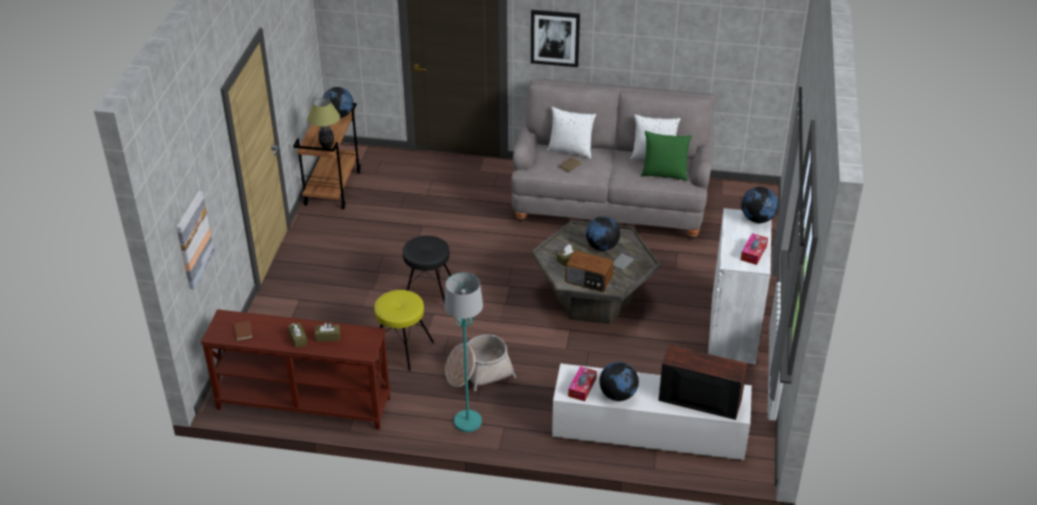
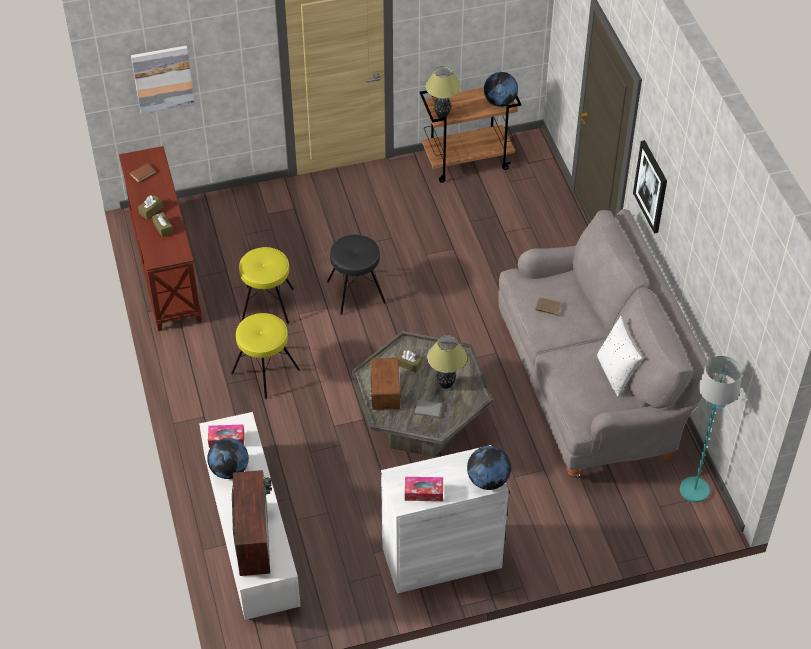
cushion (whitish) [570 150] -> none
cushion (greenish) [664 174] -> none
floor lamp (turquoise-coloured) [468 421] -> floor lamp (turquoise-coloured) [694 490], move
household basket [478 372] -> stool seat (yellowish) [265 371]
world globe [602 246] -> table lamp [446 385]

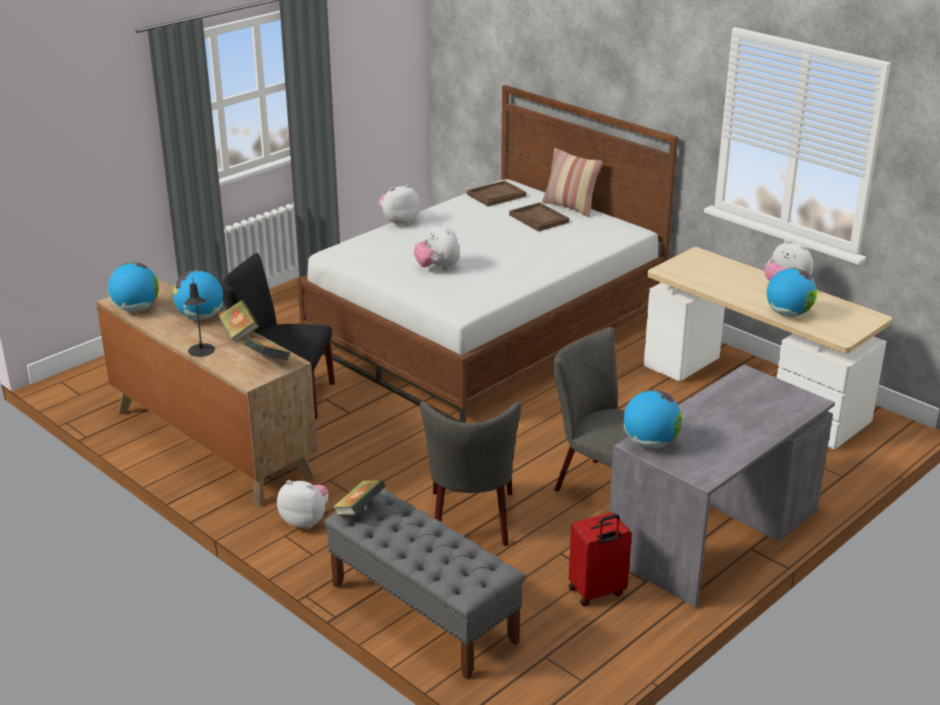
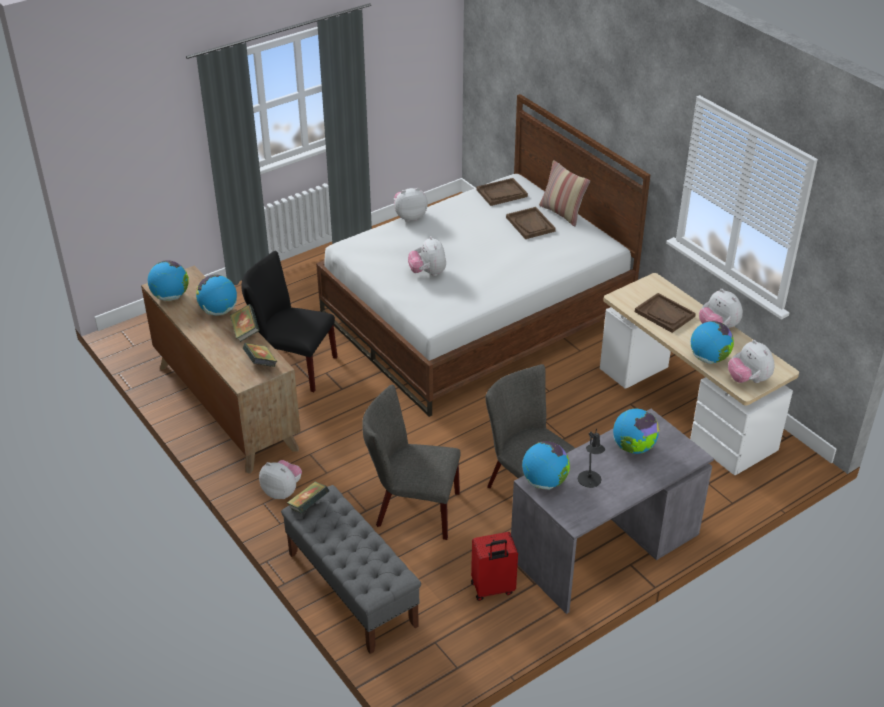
none -> world globe [633 448]
none -> tray (brown-coloured) [664 314]
none -> cuddly toy [748 380]
table lamp (black-coloured) [201 352] -> table lamp (black-coloured) [589 481], move
upright chair (grey) [471 522] -> upright chair (grey) [412 509], 90 degrees clockwise

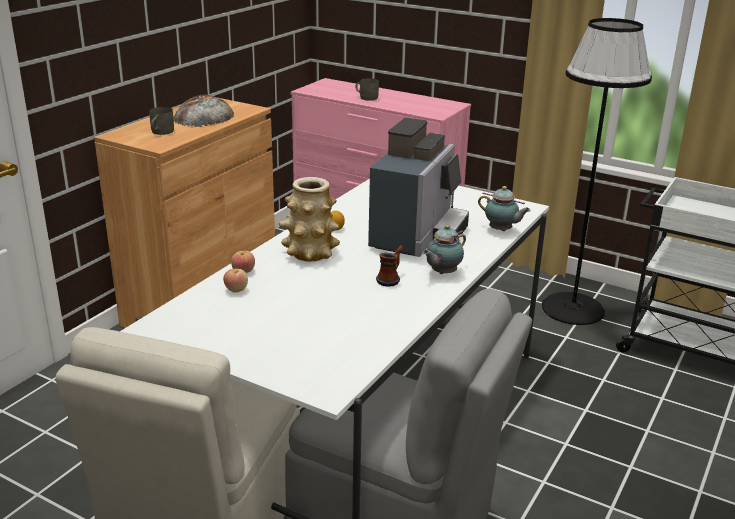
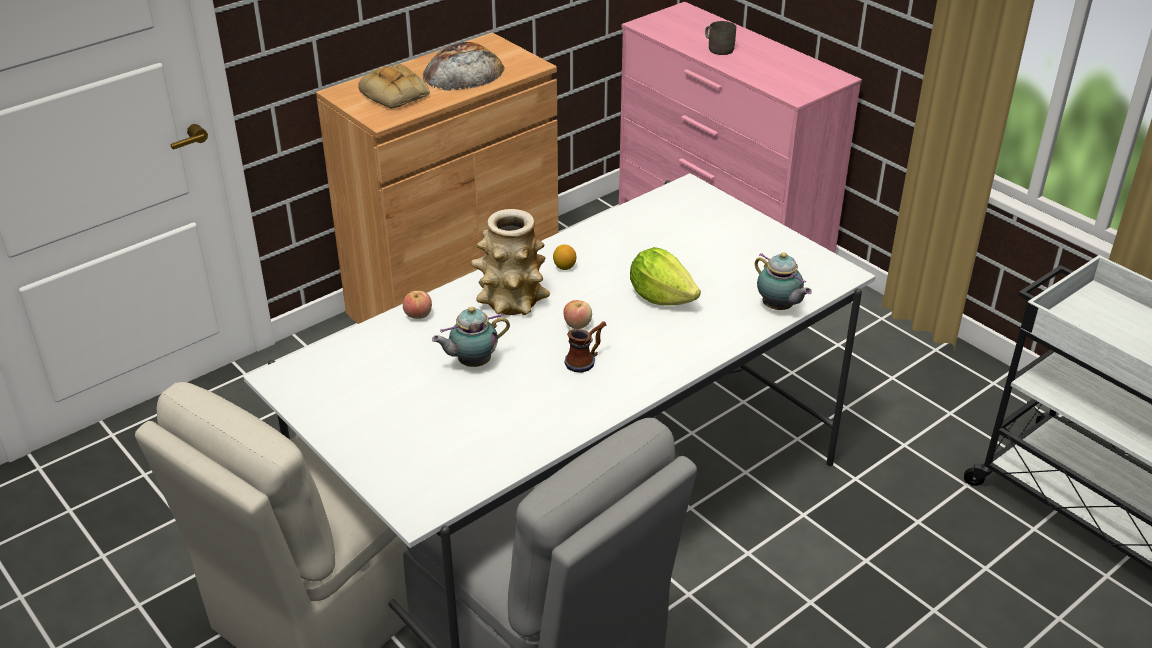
floor lamp (black-coloured) [573 308] -> none
apple fruit [236 289] -> apple fruit [577 324], move
tea pot [442 273] -> tea pot [472 363], move
coffee mug (grey) [160 132] -> baked bread [396 94]
coffee machine [417 235] -> lettuce [661 297]

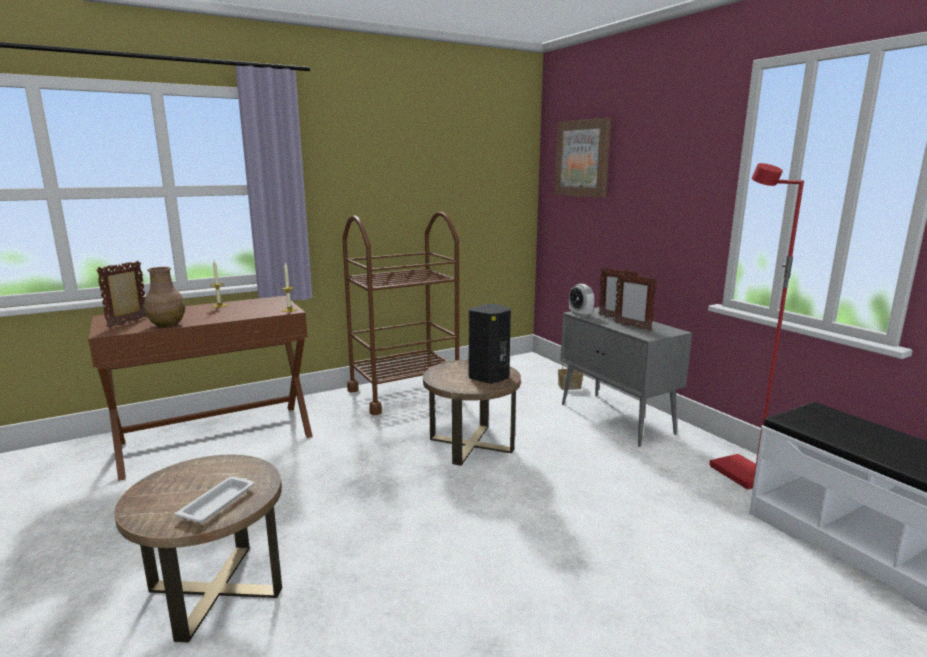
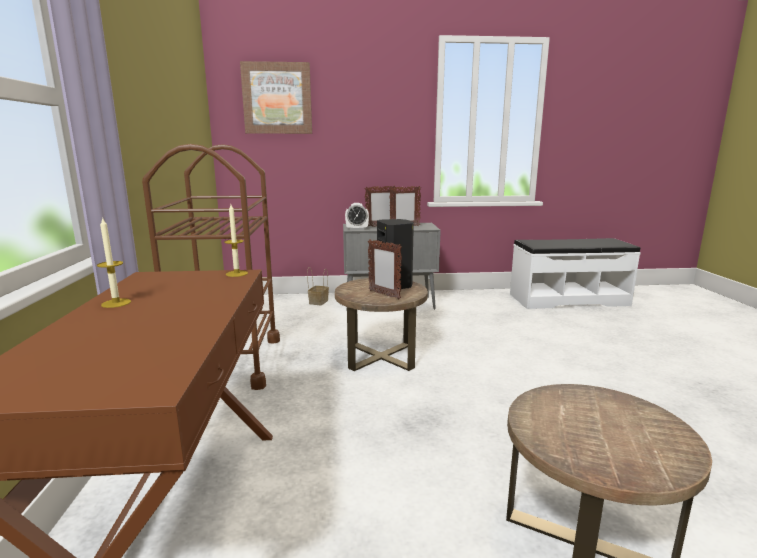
vase (brown-coloured) [167 324] -> none
tray (whitish) [218 503] -> none
floor lamp (red) [740 474] -> none
standing frame [129 322] -> standing frame [384 295], move

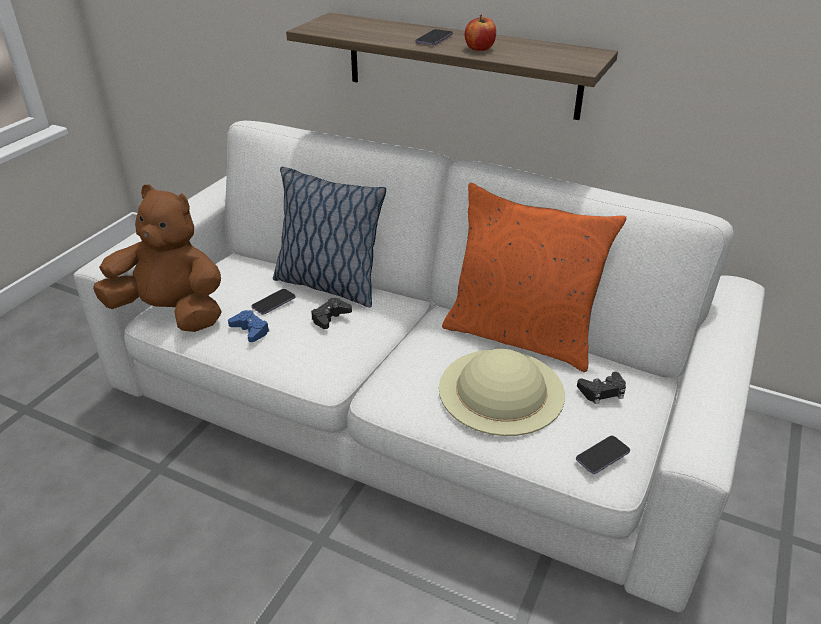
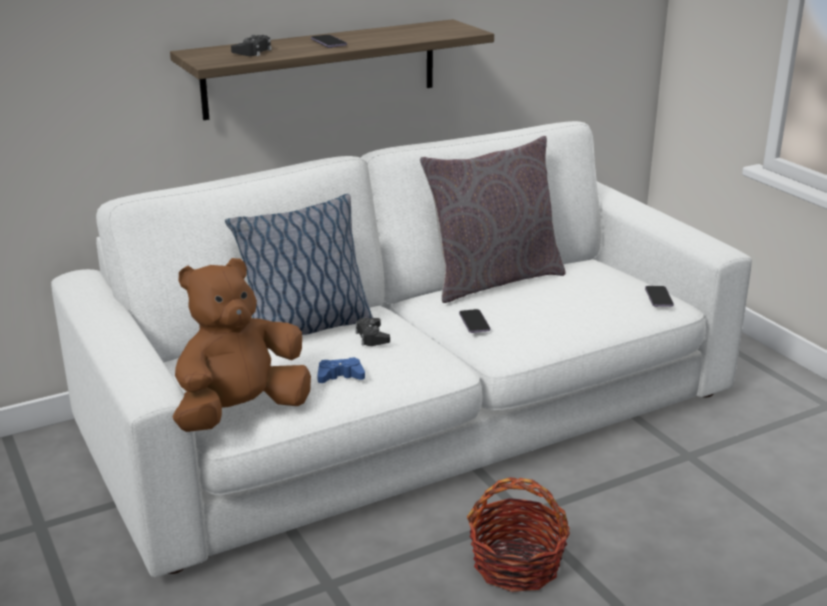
wearable hat (beige-coloured) [501 390] -> none
apple fruit [479 48] -> none
none -> household basket [516 565]
telephone [273 303] -> telephone [474 322], move
joypad (black-coloured) [602 391] -> joypad (black-coloured) [252 51], move
cushion (orangey) [520 335] -> cushion (grey) [492 280]

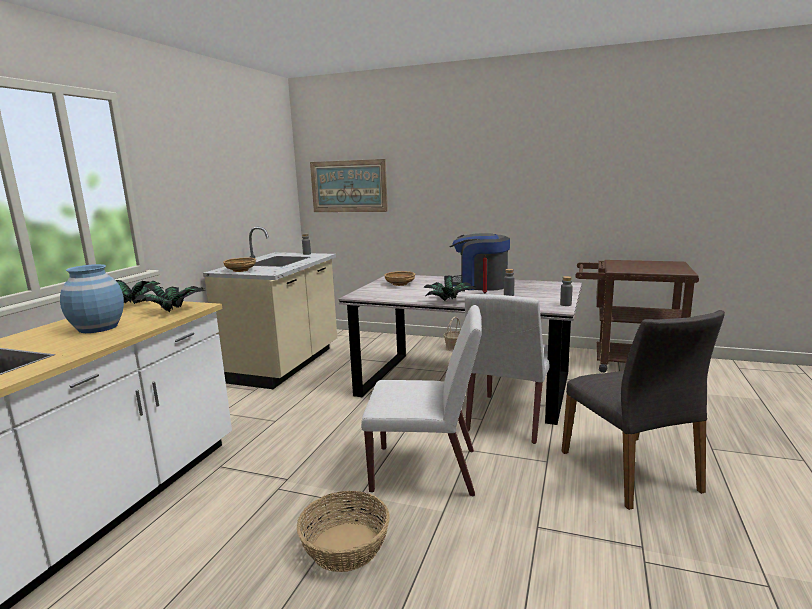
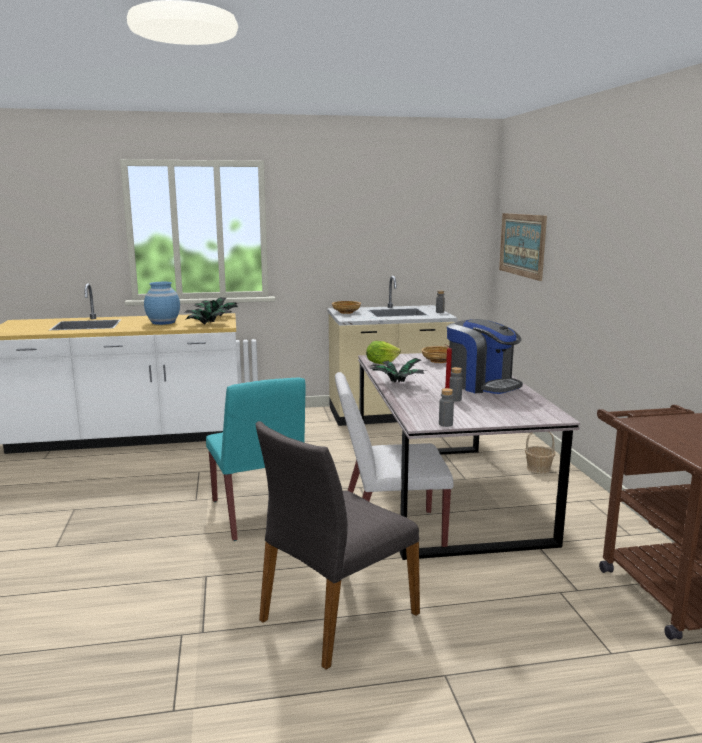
household basket [345 546] -> none
none -> lettuce [381 363]
upright chair (whitish) [426 470] -> upright chair (turquoise-coloured) [259 514]
coffee machine [479 285] -> coffee machine [481 384], 150 degrees clockwise

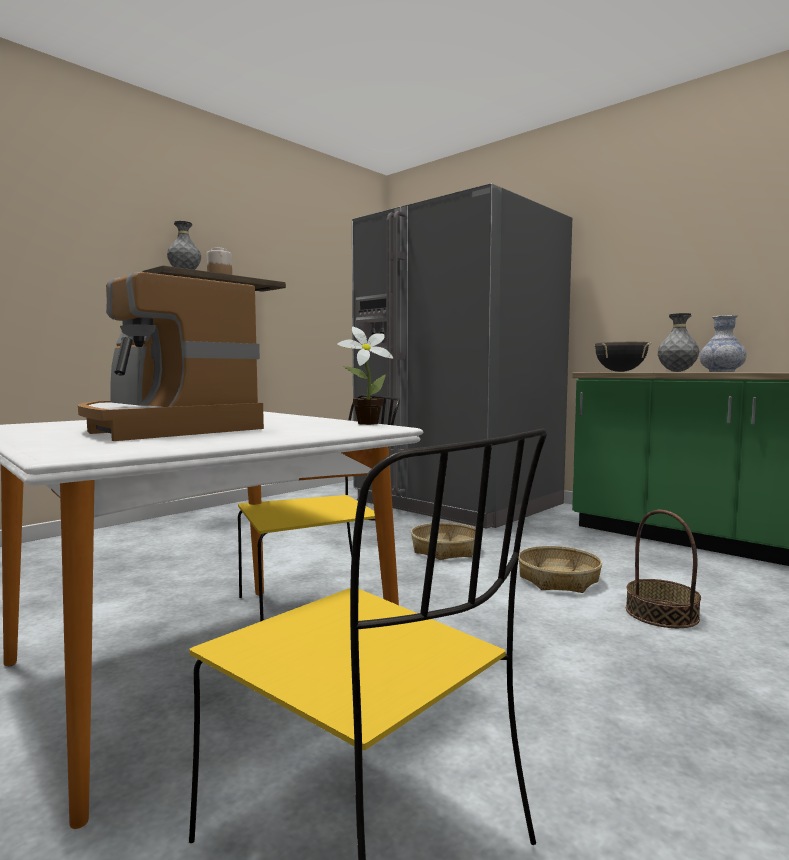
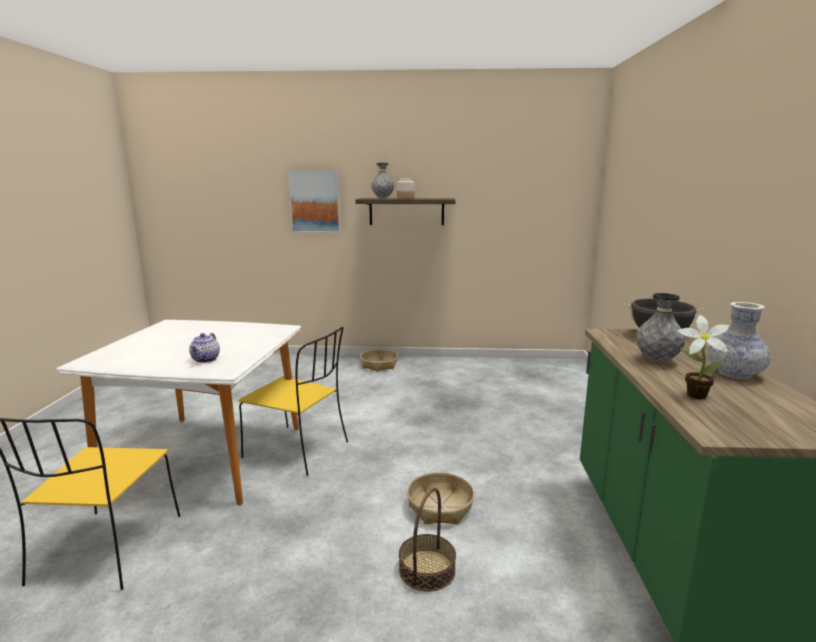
coffee machine [164 428] -> none
refrigerator (grey) [458 503] -> none
none -> tea pot [205 360]
none -> wall art [315 201]
plant in a pot [364 423] -> plant in a pot [693 395], move
household basket [445 550] -> household basket [379 365], move

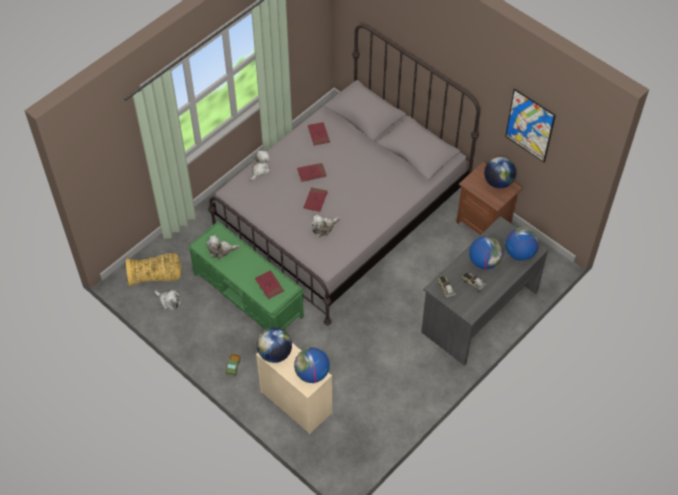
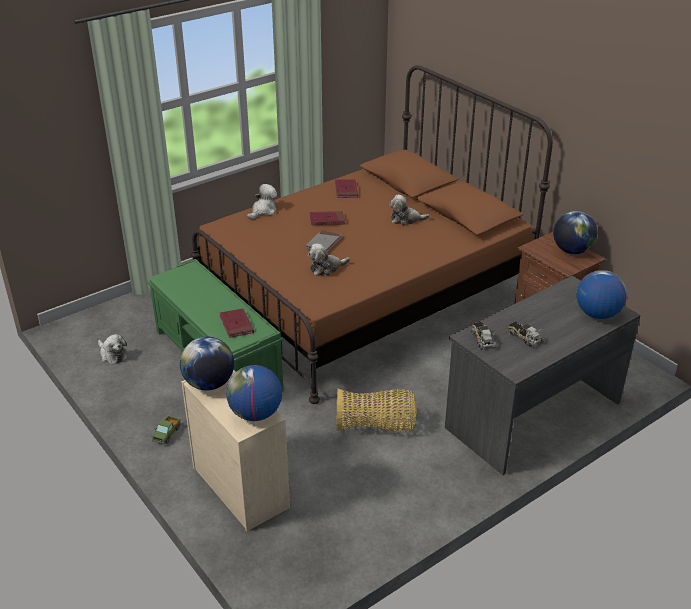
world globe [484 261] -> none
wall art [530 125] -> none
household basket [156 277] -> household basket [376 426], move
cuddly toy [221 250] -> cuddly toy [406 219], move
sleeping bed (grey) [342 214] -> sleeping bed (brown-coloured) [365 296]
volume (red) [315 200] -> volume (grey) [323 243]

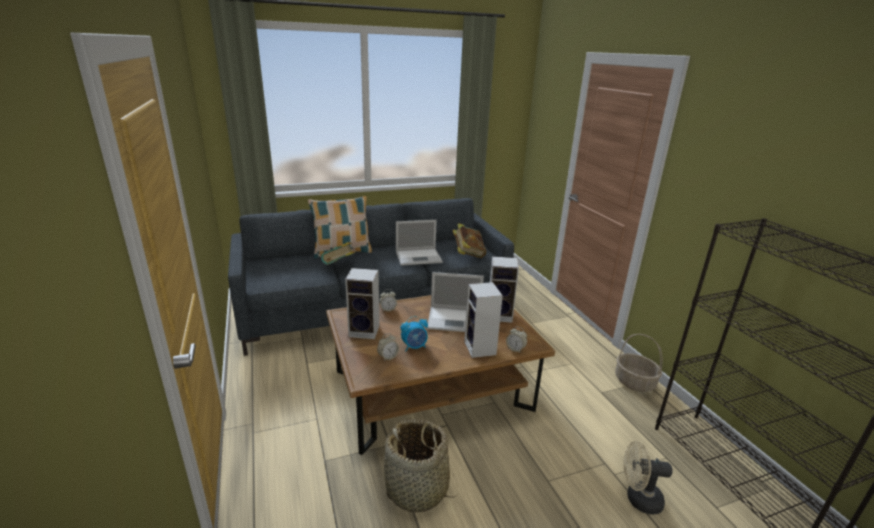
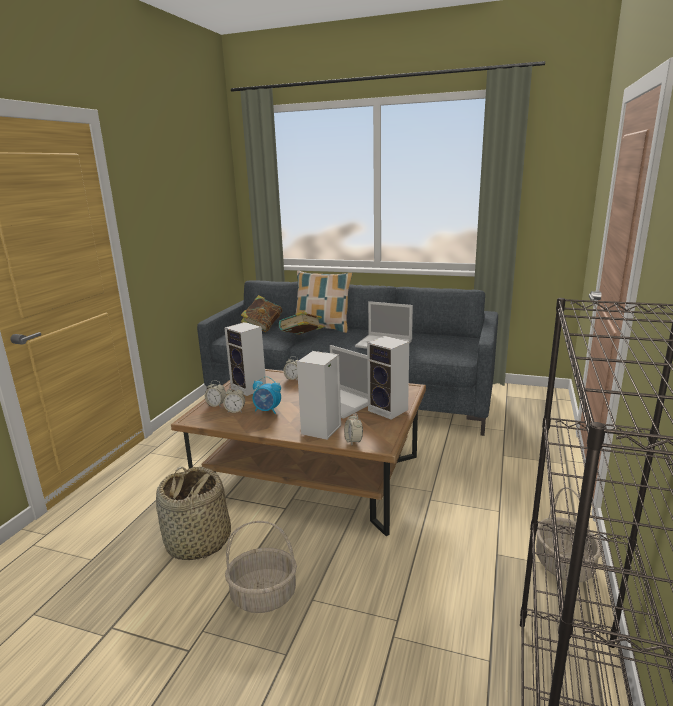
electric fan (beige-coloured) [638 499] -> none
none -> bedside clock [216 405]
none -> household basket [263 596]
volume [468 254] -> volume [263 328], move

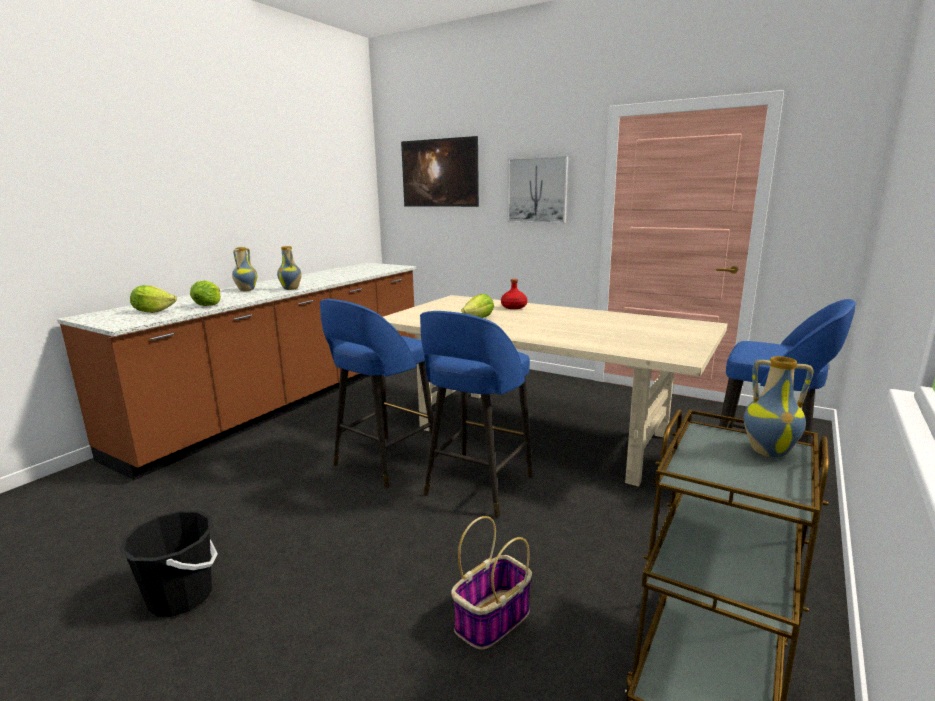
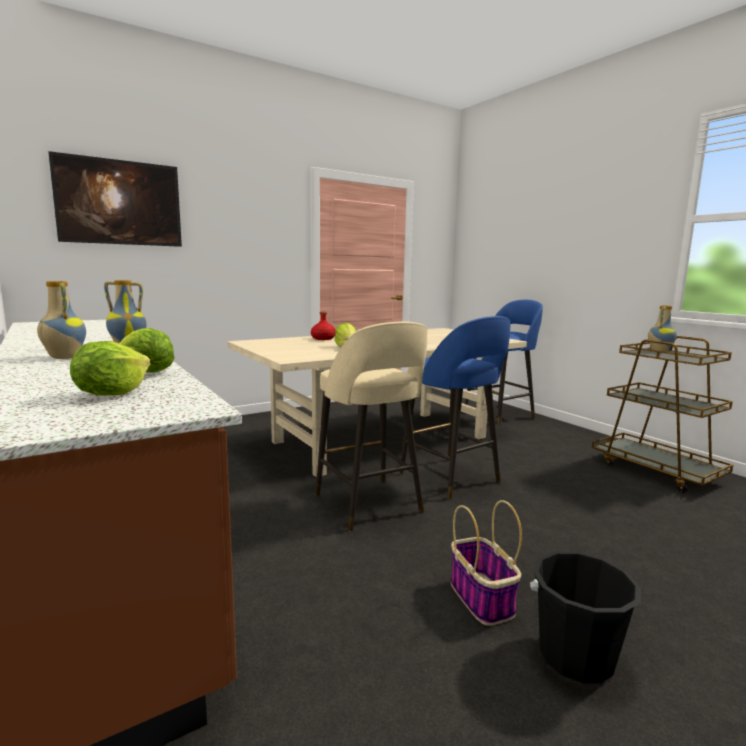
wall art [537 190] -> none
household basket [492 620] -> household basket [482 599], move
stool seat (blue) [383 462] -> stool seat (beige-coloured) [369 505]

